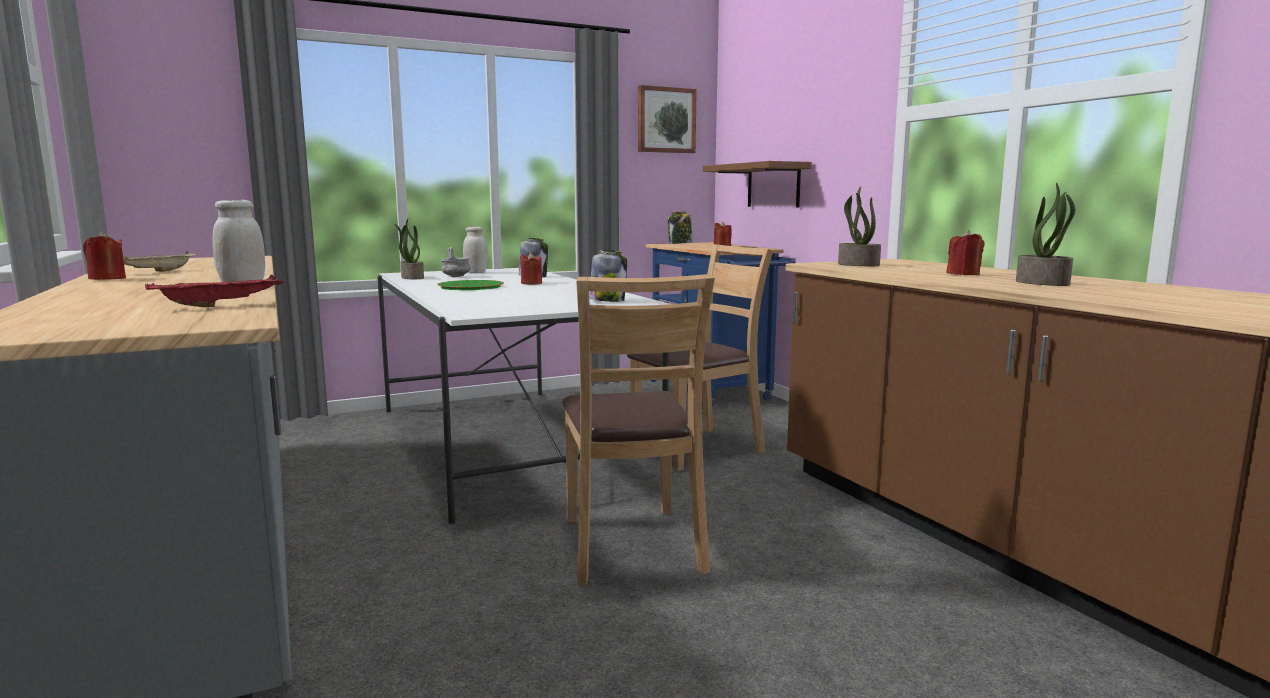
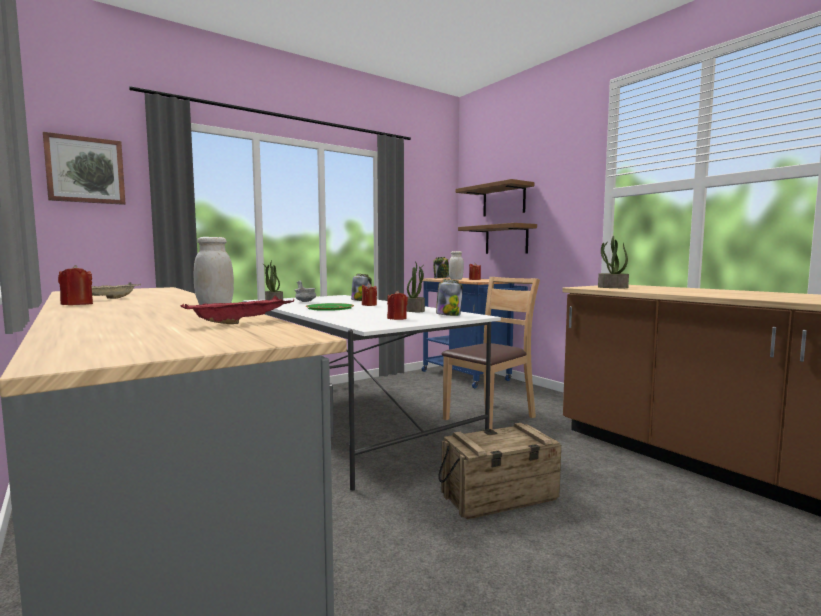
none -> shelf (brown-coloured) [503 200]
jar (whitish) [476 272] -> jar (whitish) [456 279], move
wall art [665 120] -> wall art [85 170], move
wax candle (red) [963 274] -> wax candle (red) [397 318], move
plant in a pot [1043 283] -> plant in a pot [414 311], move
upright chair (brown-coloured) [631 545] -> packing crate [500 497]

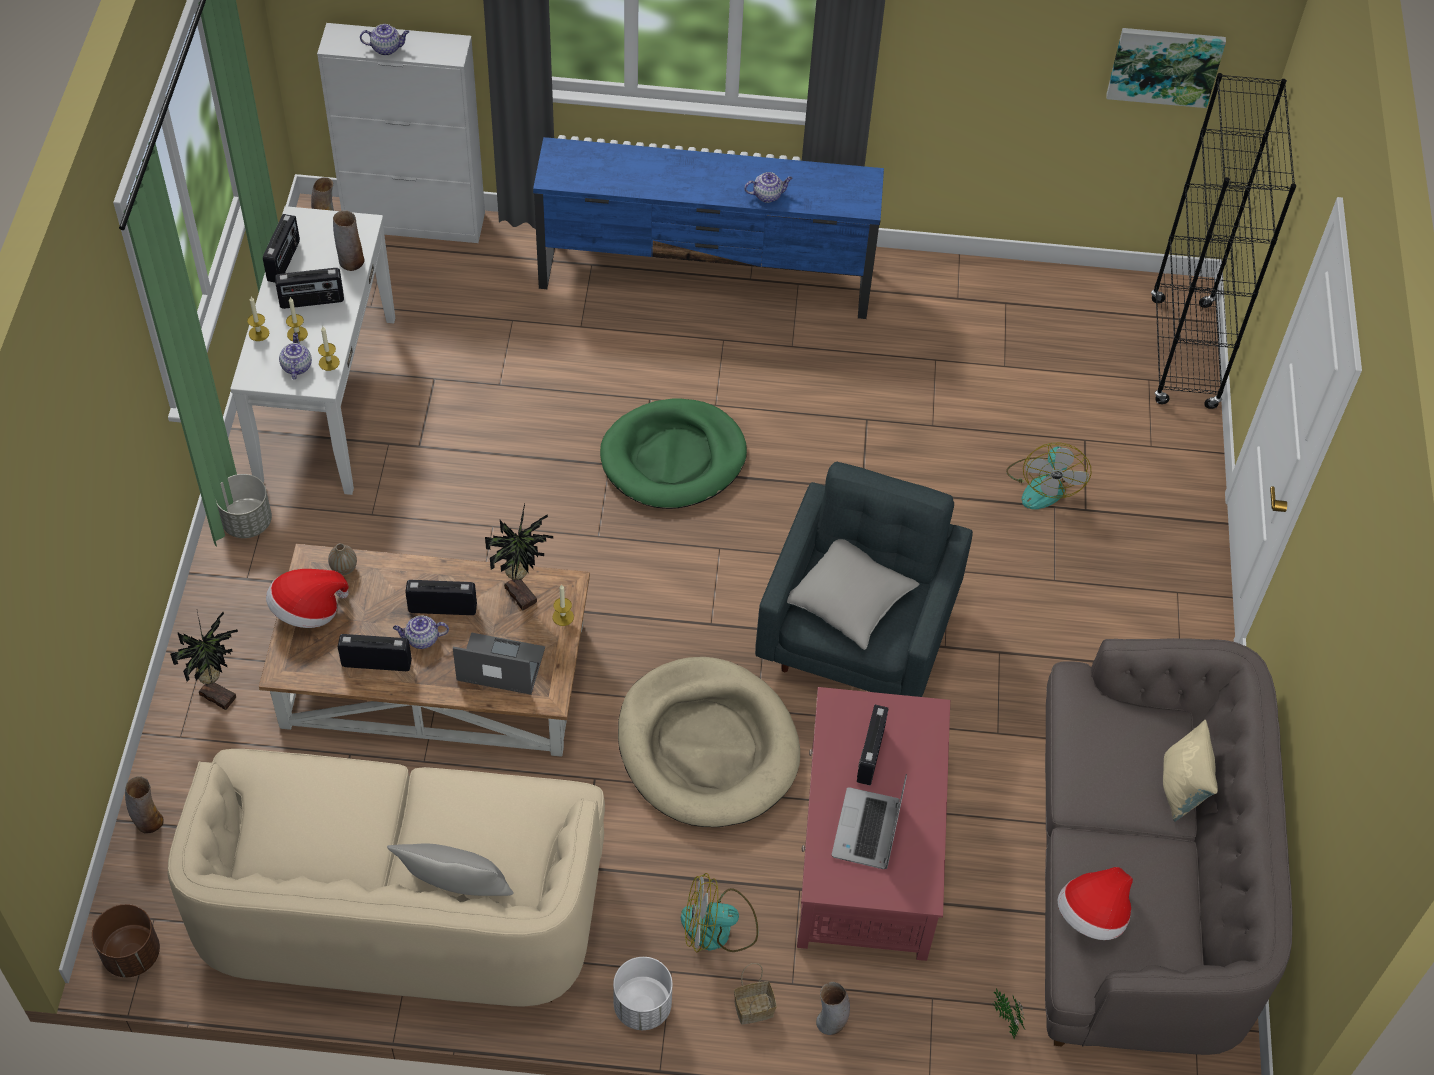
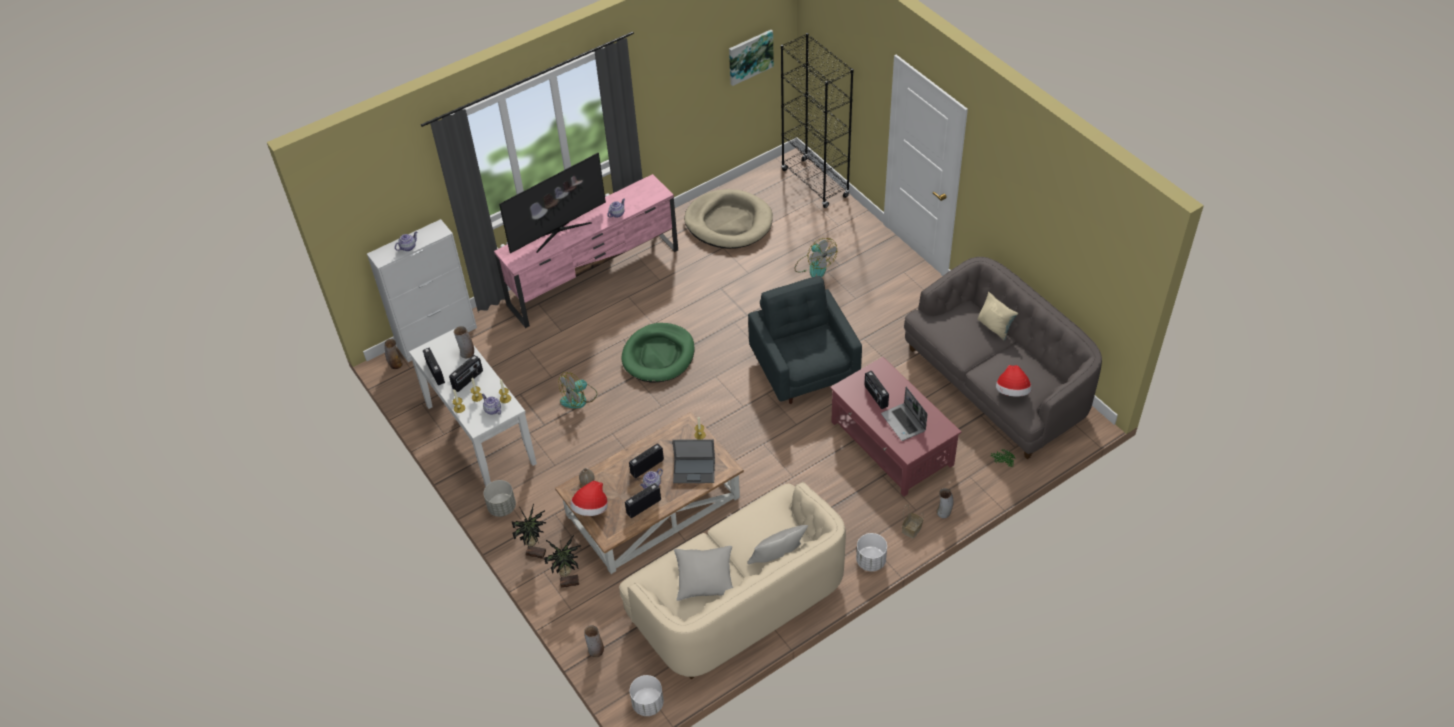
none -> TV [558 232]
plant in a pot [522 593] -> plant in a pot [536 552], move
dog cushion (beige-coloured) [707 746] -> dog cushion (beige-coloured) [728 222], move
electric fan [718 928] -> electric fan [579 398], move
cushion (grey) [849 601] -> cushion (grey) [705 578], move
plant pot (brown-coloured) [131 954] -> plant pot (whitish) [648 704]
tv unit (blue) [707 278] -> tv unit (pink-coloured) [594 277]
portable computer [499 664] -> portable computer [694 470], 150 degrees counterclockwise

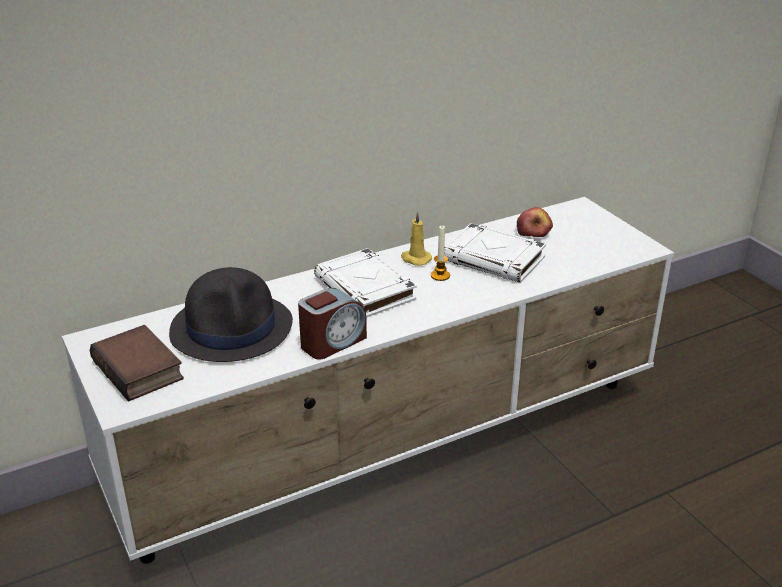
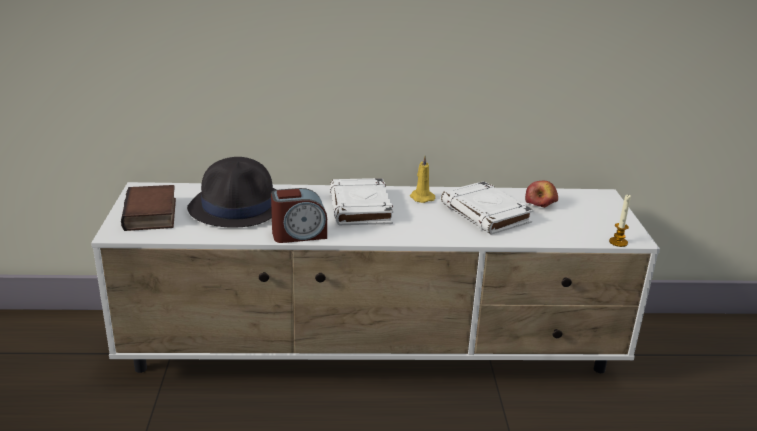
wax candle [440 276] -> wax candle [618 242], move

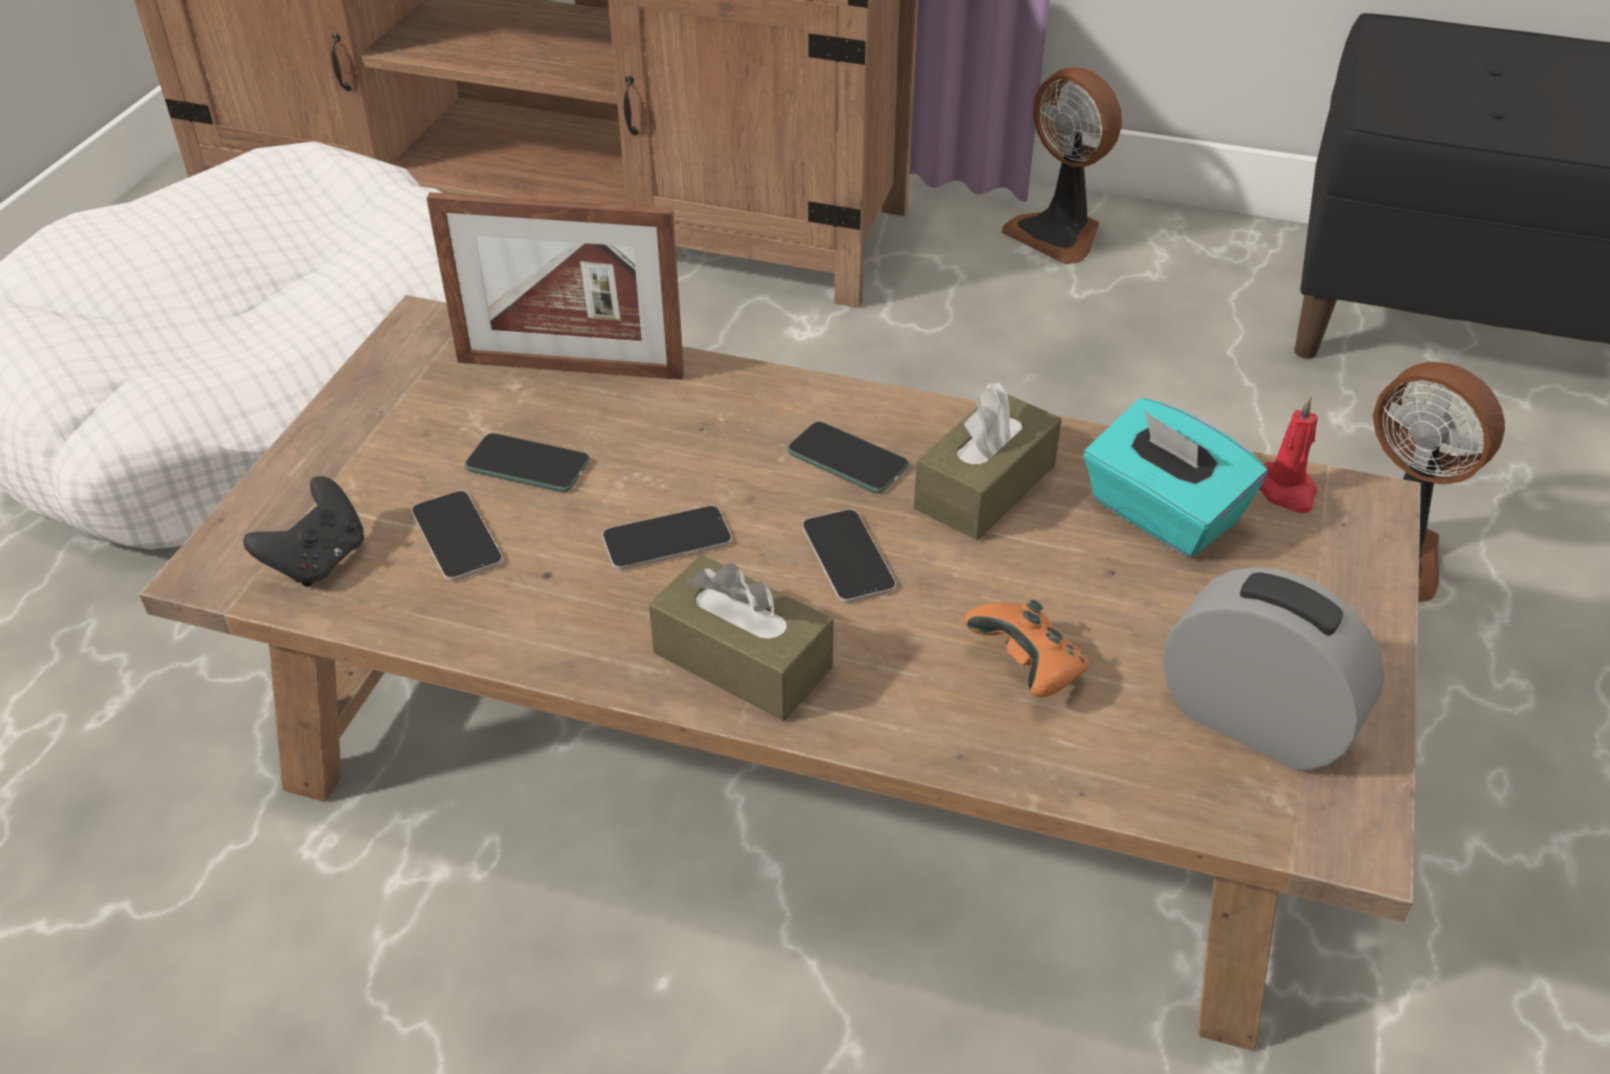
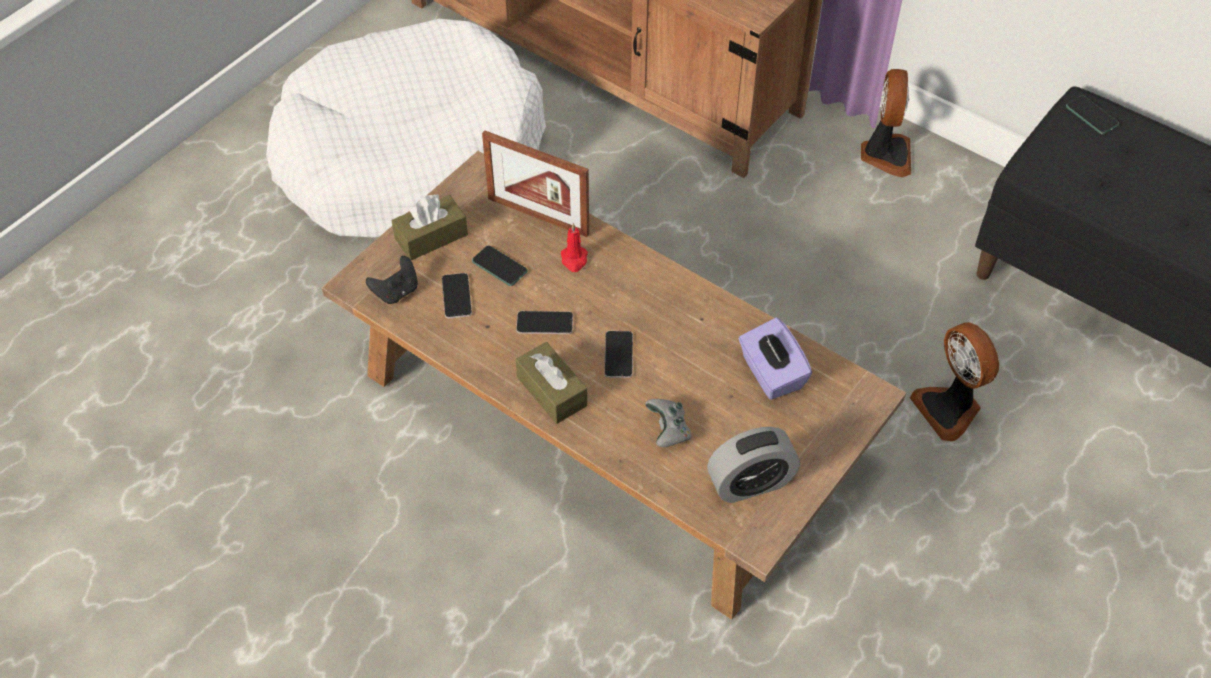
telephone [847 459] -> telephone [1091 116], move
tissue holder (brown-coloured) [985 487] -> tissue holder (brown-coloured) [431 237], move
wax candle (red) [1285 491] -> wax candle (red) [574 259], move
joypad (orangey) [1028 669] -> joypad (grey) [668 431]
tissue holder (turquoise-coloured) [1161 514] -> tissue holder (purple) [771 374]
electric fan [1058 234] -> electric fan [885 154], 150 degrees counterclockwise
bedside clock [1254 721] -> bedside clock [750 483], 105 degrees clockwise

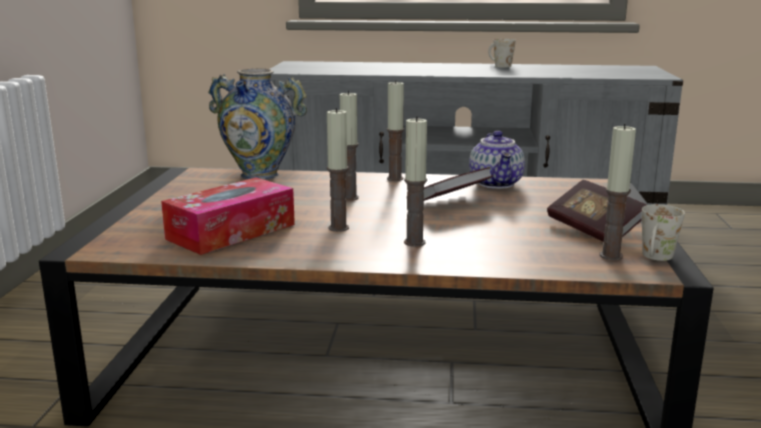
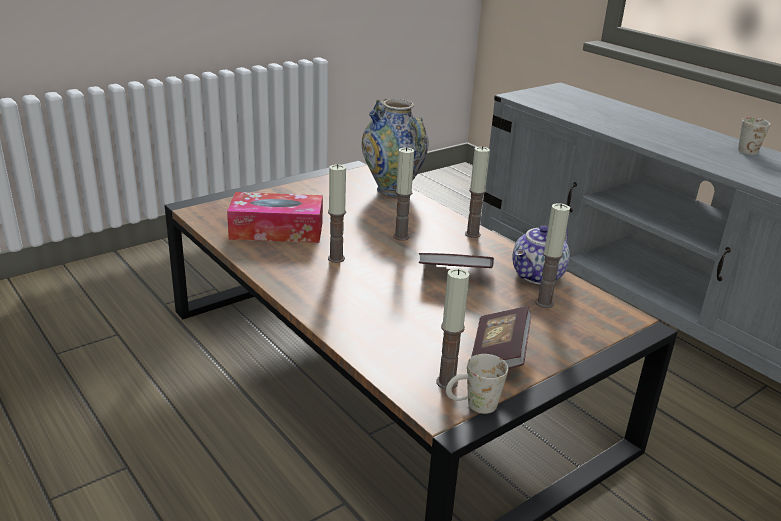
wax candle [414 242] -> wax candle [544 303], move

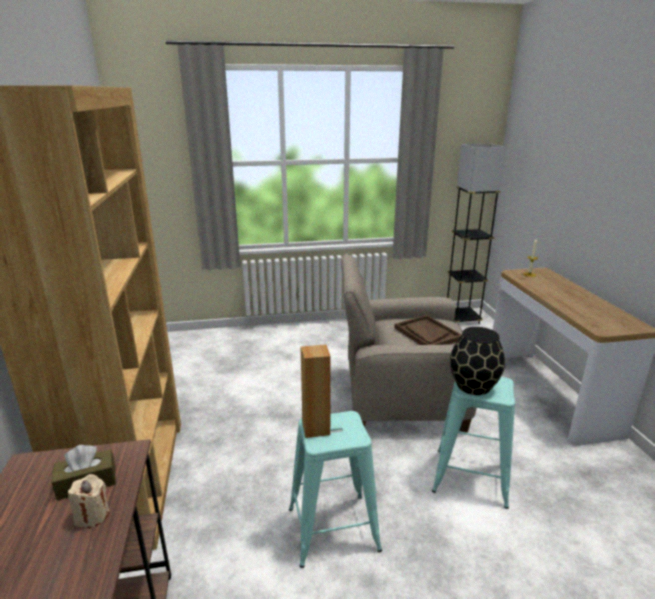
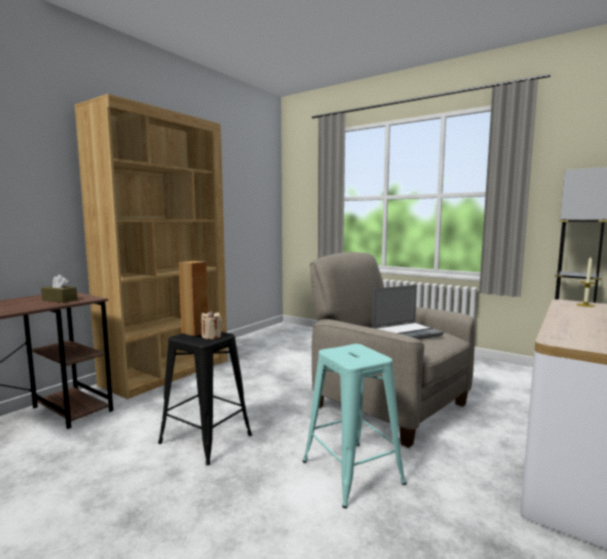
vase (black-coloured) [472 386] -> none
wax candle (beige-coloured) [92 515] -> wax candle (beige-coloured) [211 336], move
tray (brown-coloured) [427 334] -> portable computer [406 333]
stool seat (turquoise-coloured) [333 529] -> stool seat (black-coloured) [206 439]

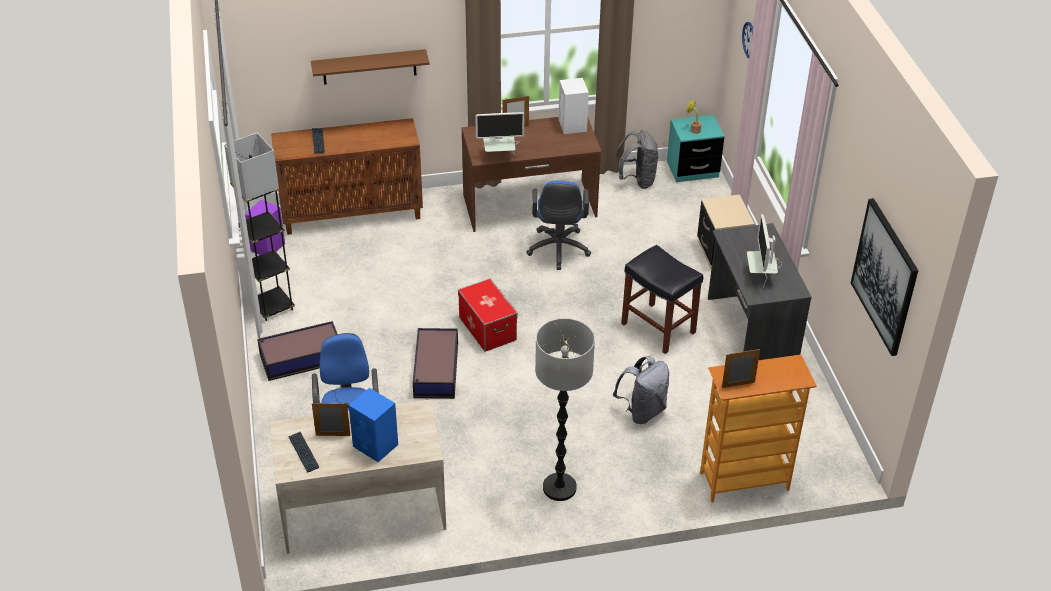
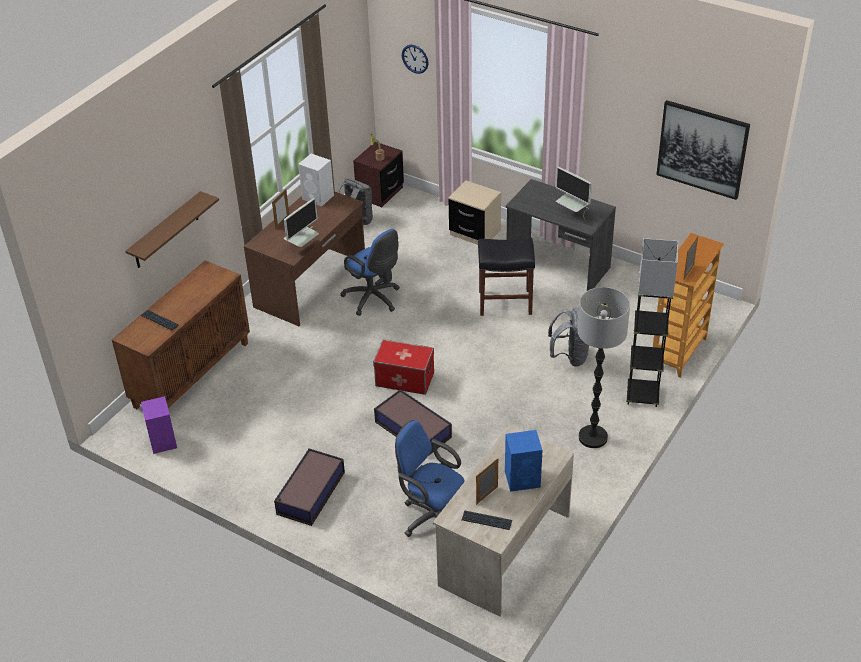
floor lamp (grey) [272 306] -> floor lamp (grey) [642 395], move
night table (turquoise-coloured) [692 169] -> night table (brown-coloured) [380 193]

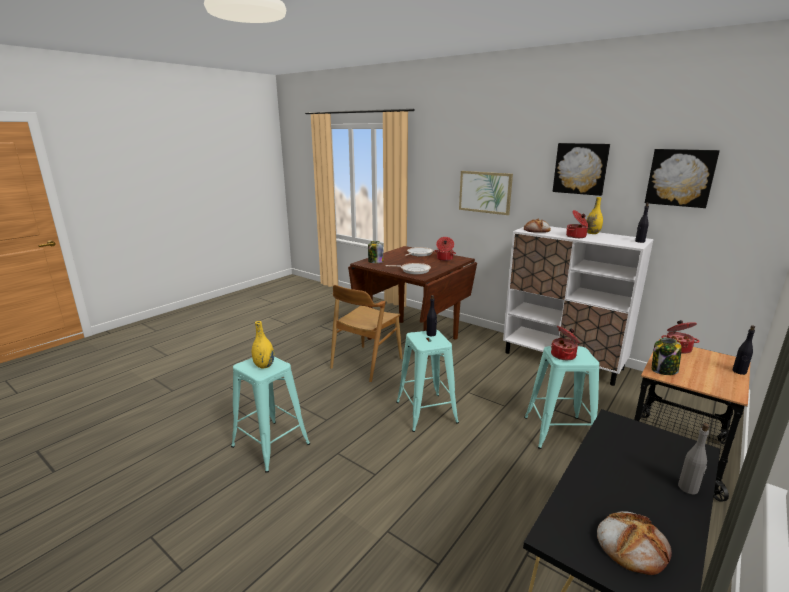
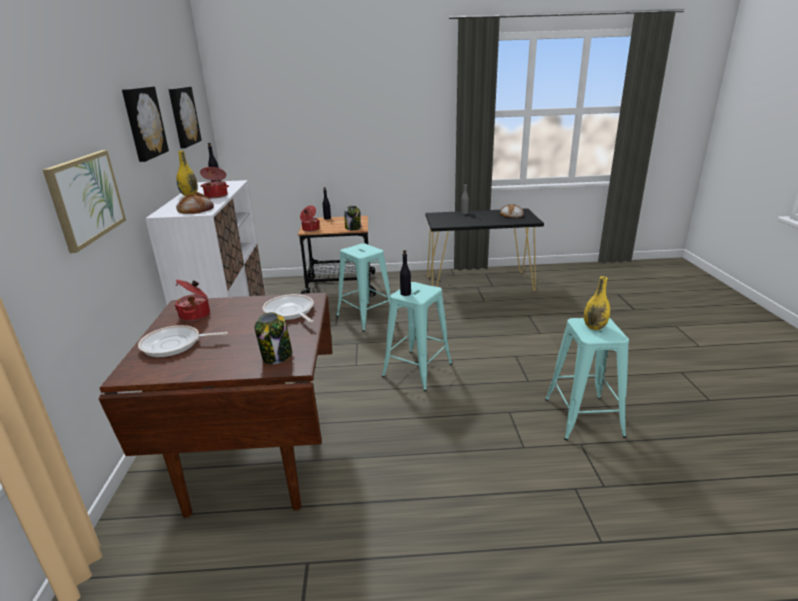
upright chair (brown-coloured) [366 363] -> none
saucepot [564 355] -> none

